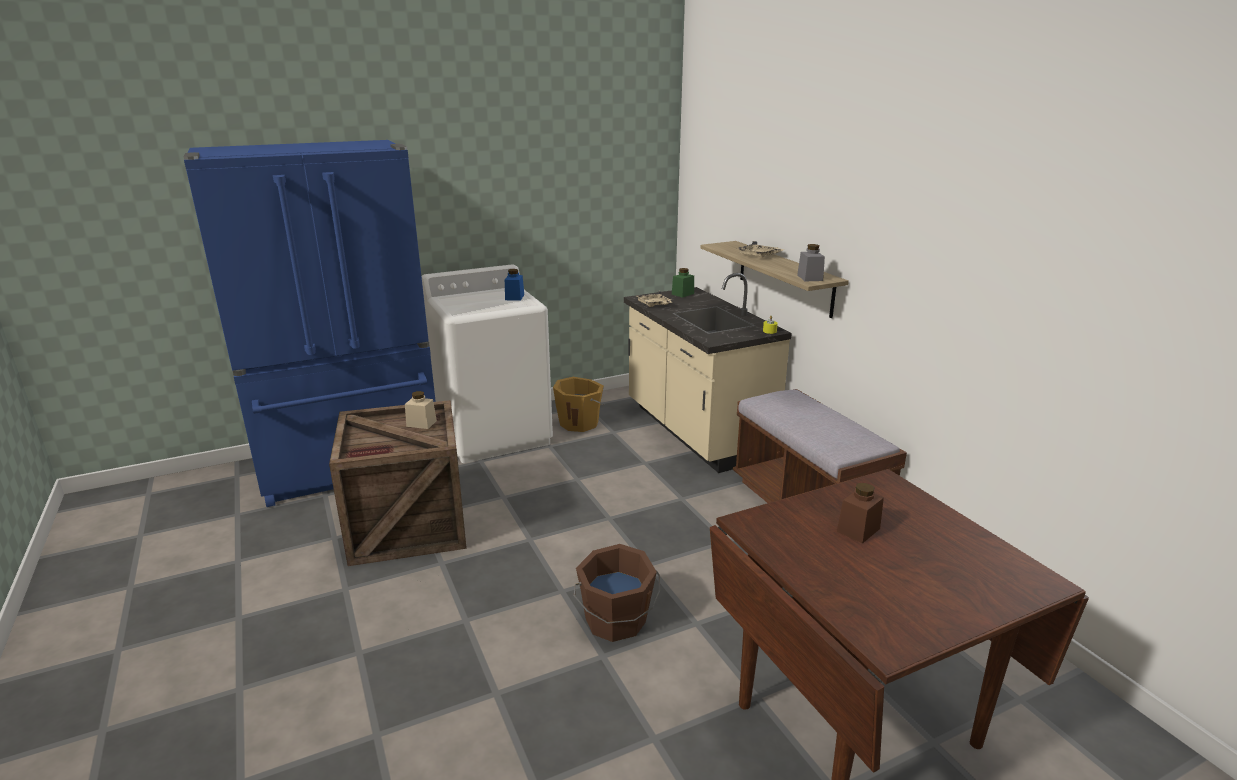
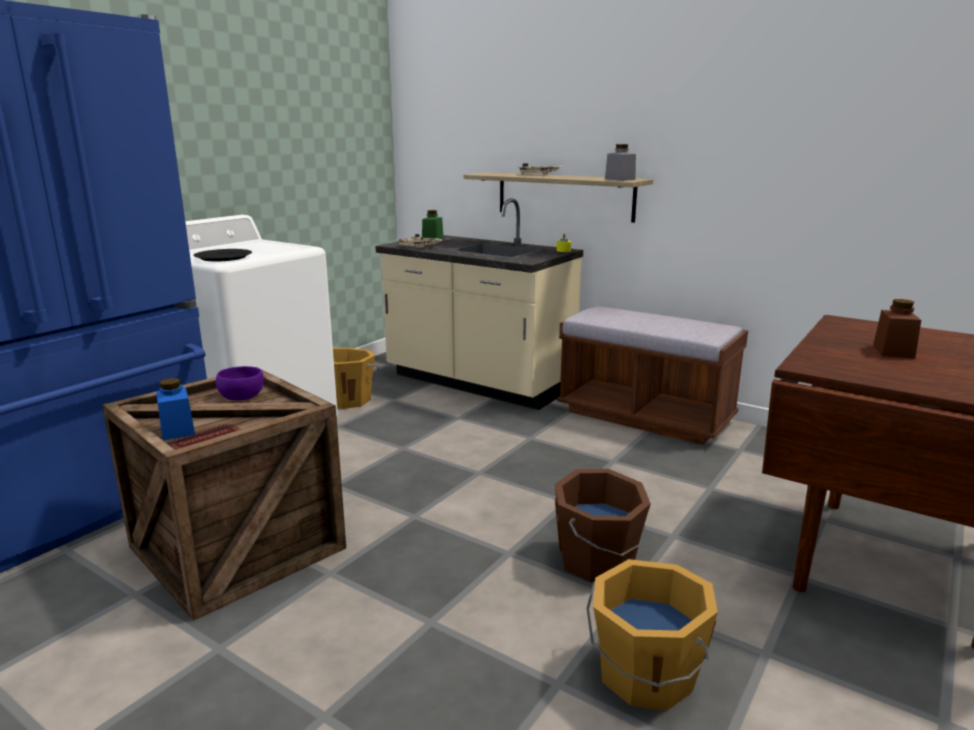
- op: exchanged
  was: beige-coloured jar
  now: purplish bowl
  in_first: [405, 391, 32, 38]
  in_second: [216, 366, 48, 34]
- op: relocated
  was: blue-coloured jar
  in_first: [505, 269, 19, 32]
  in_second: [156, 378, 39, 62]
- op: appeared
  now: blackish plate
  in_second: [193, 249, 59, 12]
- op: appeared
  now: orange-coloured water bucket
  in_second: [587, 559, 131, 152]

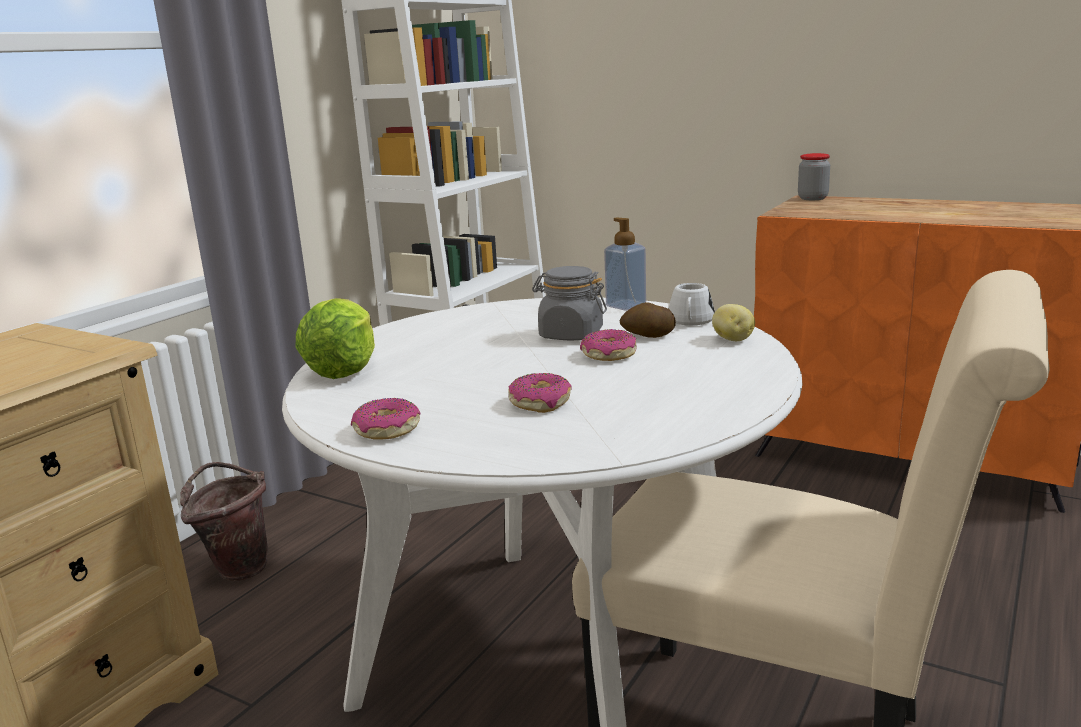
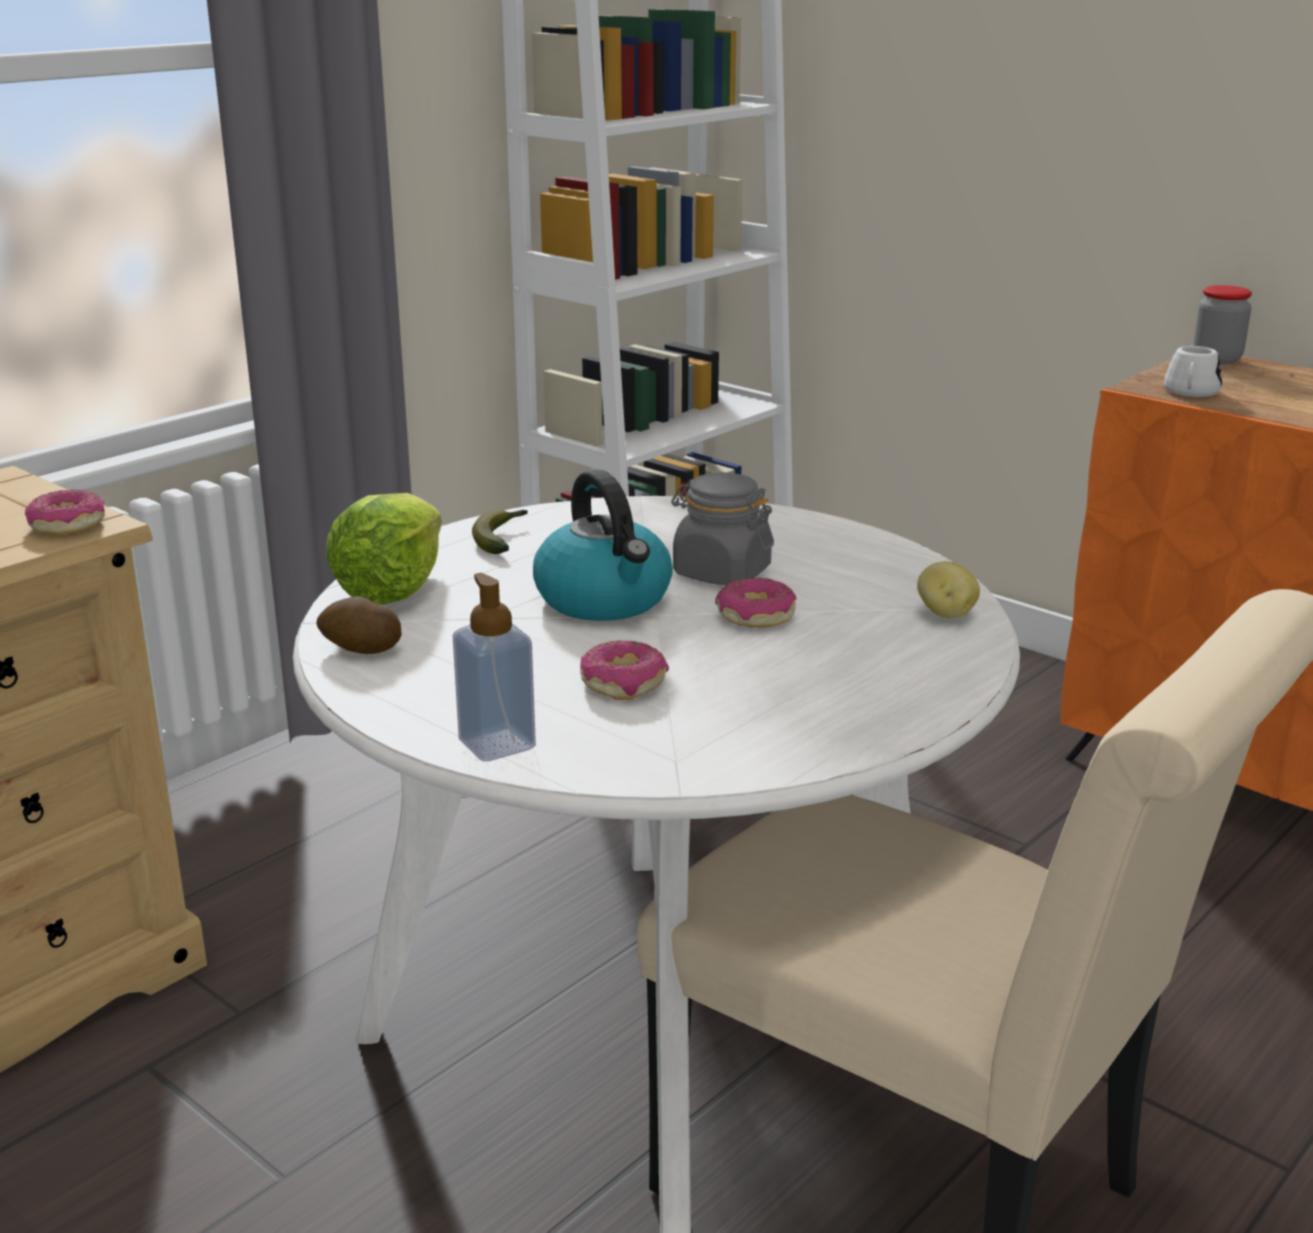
- op: missing
  was: brown water bucket
  in_first: [180, 462, 88, 119]
- op: relocated
  was: donut
  in_first: [351, 398, 70, 41]
  in_second: [25, 490, 80, 44]
- op: relocated
  was: soap bottle
  in_first: [604, 217, 42, 93]
  in_second: [452, 573, 84, 189]
- op: relocated
  was: potato
  in_first: [620, 302, 56, 36]
  in_second: [316, 596, 86, 58]
- op: relocated
  was: white coffee mug
  in_first: [668, 283, 47, 43]
  in_second: [1164, 346, 58, 51]
- op: appeared
  now: banana fruit
  in_second: [472, 510, 56, 44]
- op: appeared
  now: water kettle
  in_second: [533, 470, 140, 151]

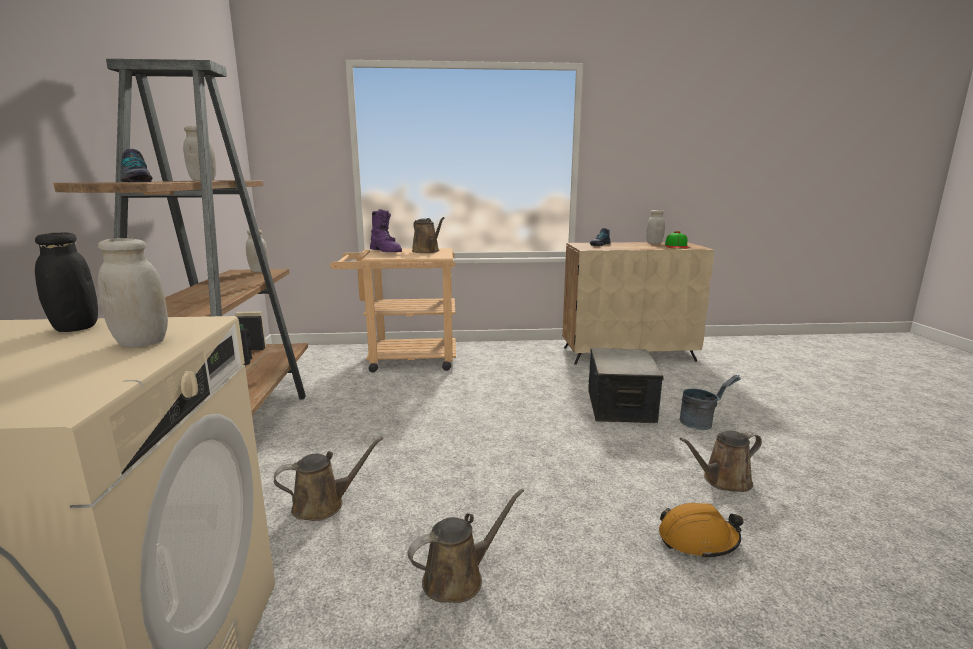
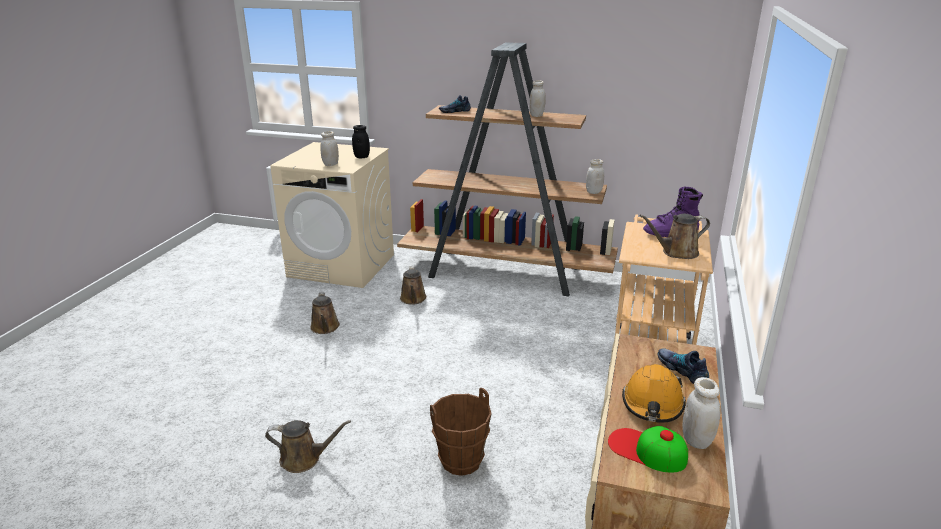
- op: exchanged
  was: storage container
  now: brown water bucket
  in_first: [588, 348, 76, 75]
  in_second: [430, 388, 62, 88]
- op: relocated
  was: orange-coloured safety helmet
  in_first: [659, 503, 85, 57]
  in_second: [622, 364, 64, 59]
- op: missing
  was: greyish water bucket
  in_first: [679, 375, 62, 55]
- op: spun
  was: brown watering pot
  in_first: [680, 430, 82, 62]
  in_second: [265, 420, 86, 53]
  clockwise: 90

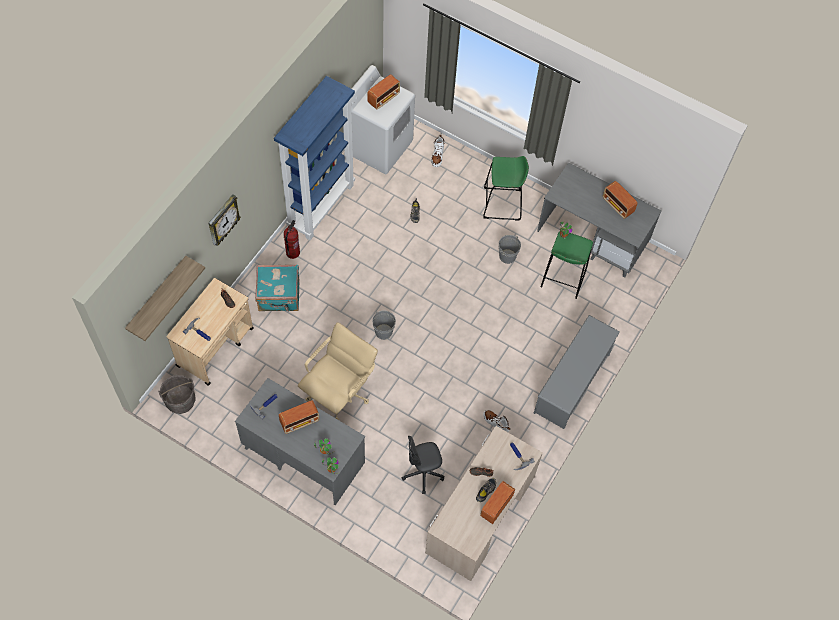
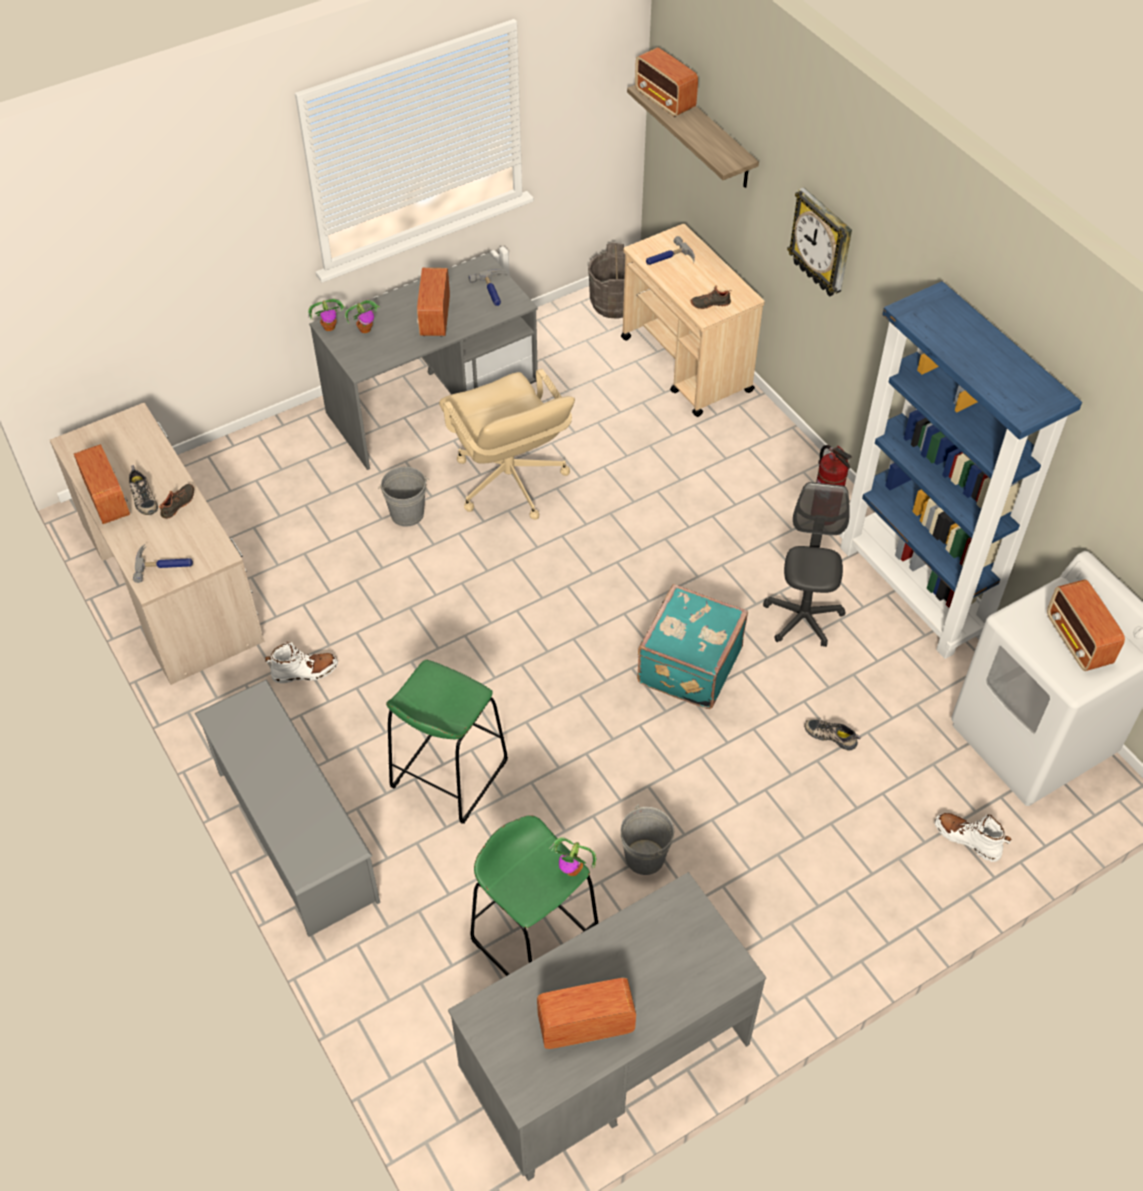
- op: relocated
  was: turquoise-coloured travel case
  in_first: [255, 265, 44, 46]
  in_second: [637, 584, 111, 125]
- op: relocated
  was: greyish water bucket
  in_first: [372, 310, 24, 30]
  in_second: [378, 467, 51, 60]
- op: relocated
  was: greyish desk chair
  in_first: [402, 436, 42, 58]
  in_second: [763, 482, 87, 165]
- op: relocated
  was: greenish sitting stool
  in_first: [483, 156, 46, 65]
  in_second: [386, 660, 122, 164]
- op: appeared
  now: radio set
  in_second: [635, 47, 63, 70]

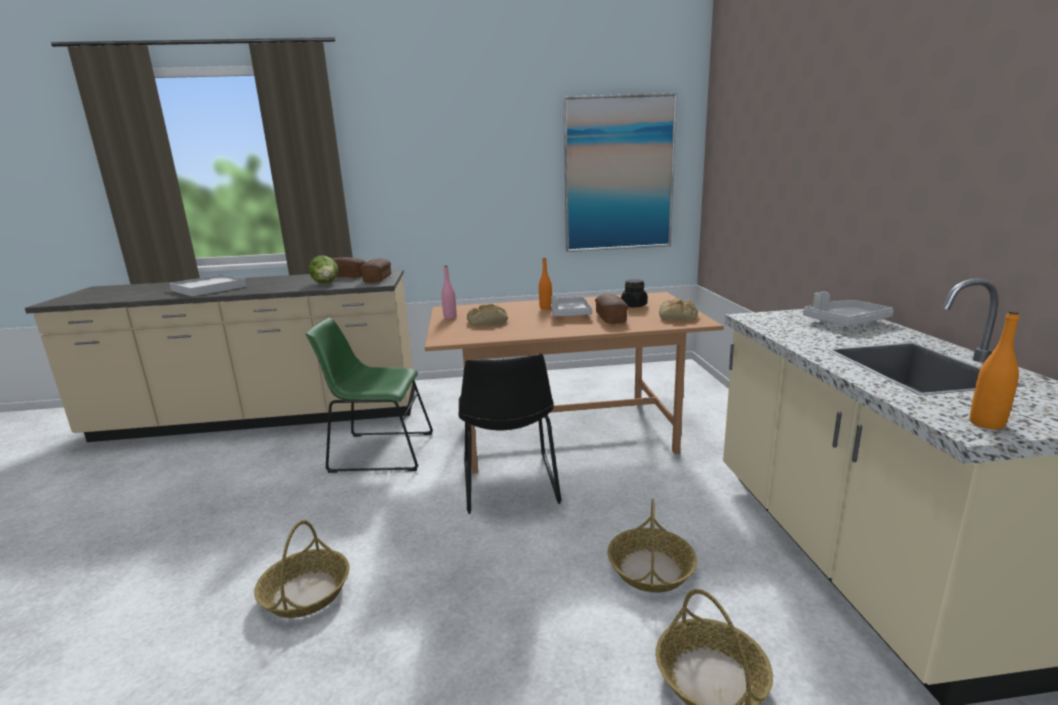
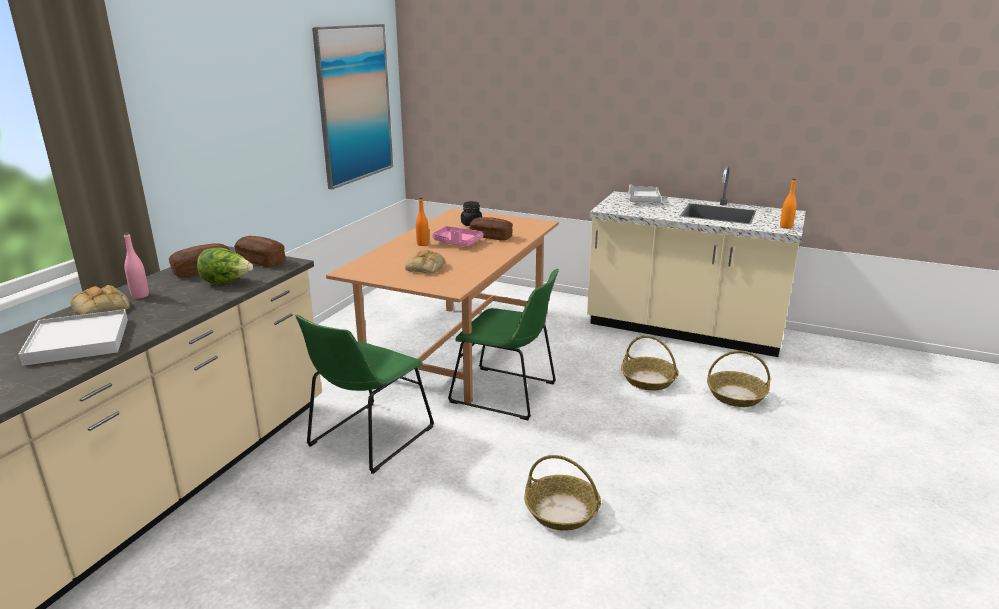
- op: relocated
  was: pinkish bottle
  in_first: [441, 266, 16, 53]
  in_second: [124, 232, 25, 67]
- op: colour
  was: blackish chair
  now: greenish chair
  in_first: [459, 354, 102, 160]
  in_second: [448, 269, 111, 151]
- op: colour
  was: greyish tray
  now: pinkish tray
  in_first: [551, 296, 41, 20]
  in_second: [432, 226, 51, 21]
- op: relocated
  was: bakery bread
  in_first: [659, 298, 39, 22]
  in_second: [70, 285, 60, 30]

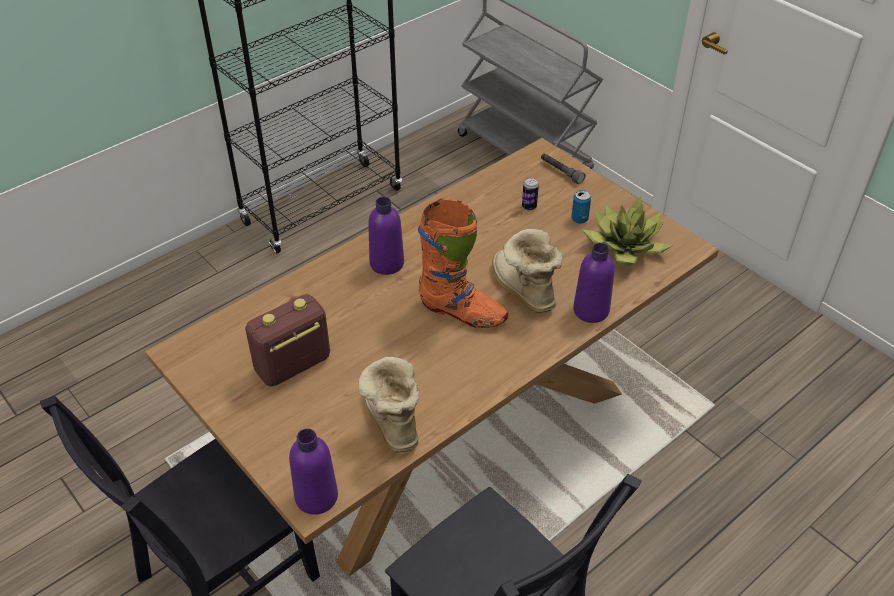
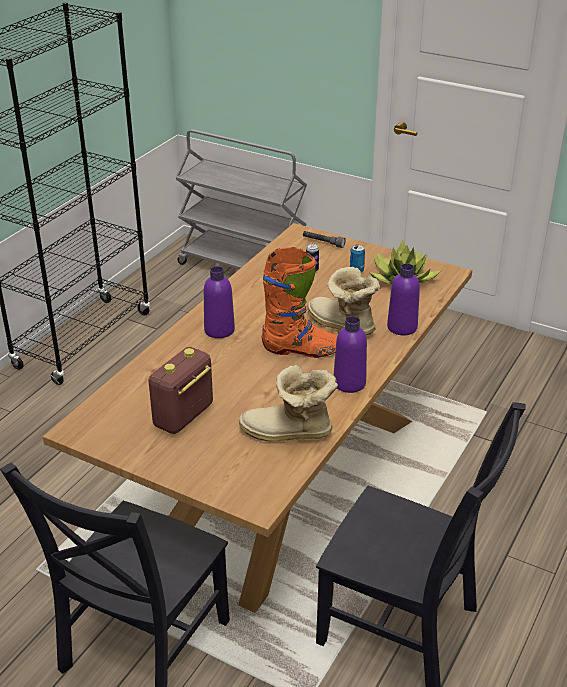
- op: relocated
  was: purplish bottle
  in_first: [289, 429, 49, 86]
  in_second: [334, 316, 33, 77]
- op: spun
  was: tall boot
  in_first: [359, 357, 60, 95]
  in_second: [239, 365, 99, 77]
  clockwise: -45

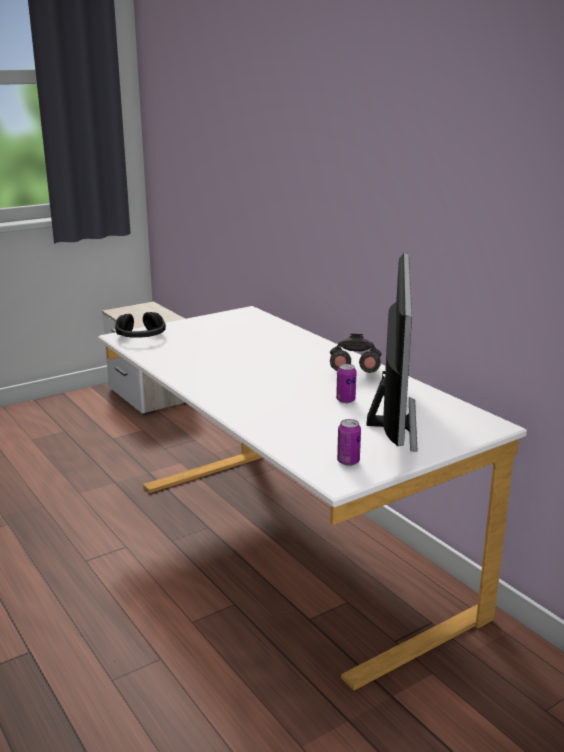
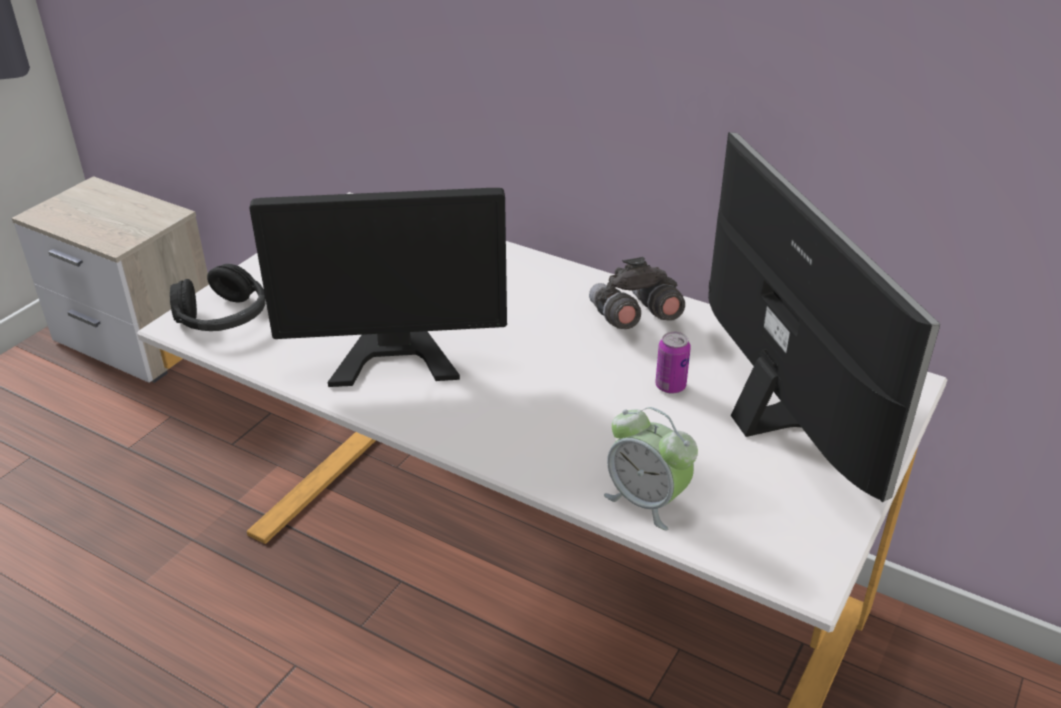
- op: missing
  was: metal can
  in_first: [337, 419, 24, 47]
- op: appeared
  now: monitor
  in_second: [249, 188, 258, 199]
- op: appeared
  now: table clock
  in_second: [604, 407, 94, 124]

